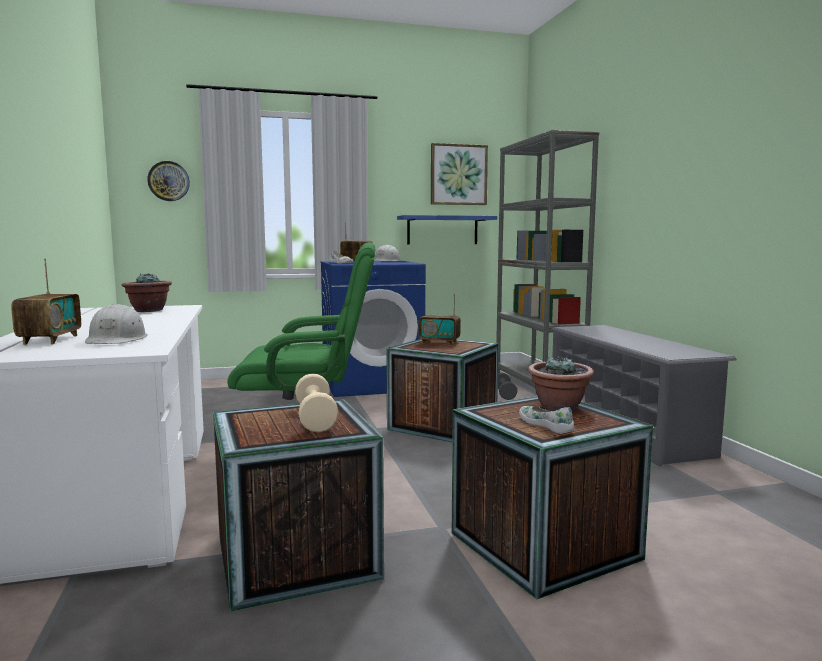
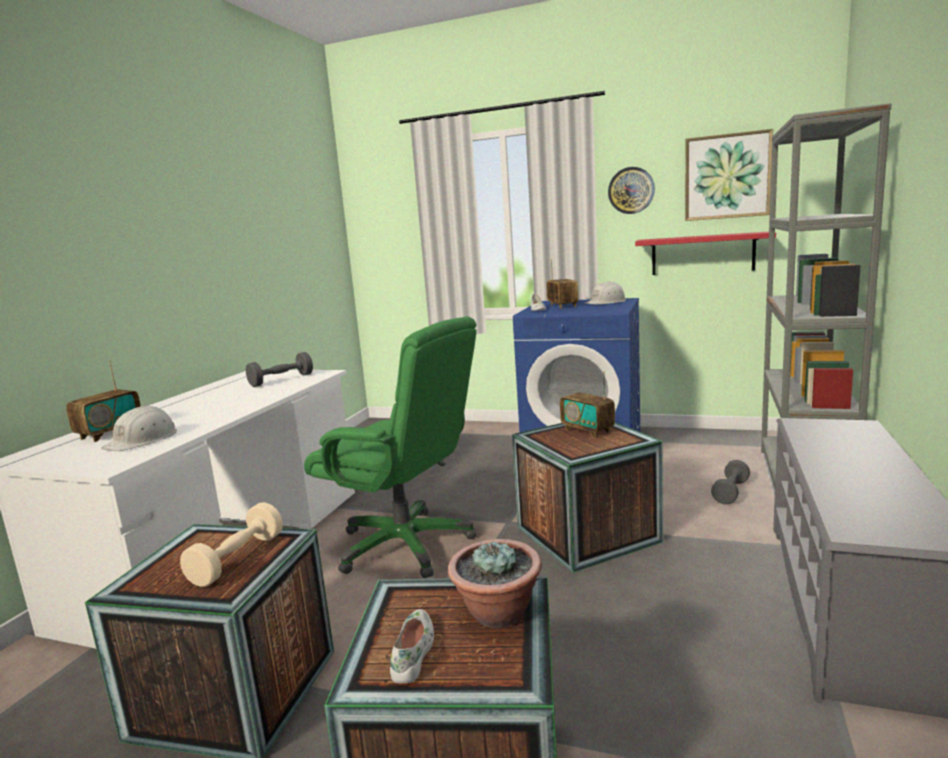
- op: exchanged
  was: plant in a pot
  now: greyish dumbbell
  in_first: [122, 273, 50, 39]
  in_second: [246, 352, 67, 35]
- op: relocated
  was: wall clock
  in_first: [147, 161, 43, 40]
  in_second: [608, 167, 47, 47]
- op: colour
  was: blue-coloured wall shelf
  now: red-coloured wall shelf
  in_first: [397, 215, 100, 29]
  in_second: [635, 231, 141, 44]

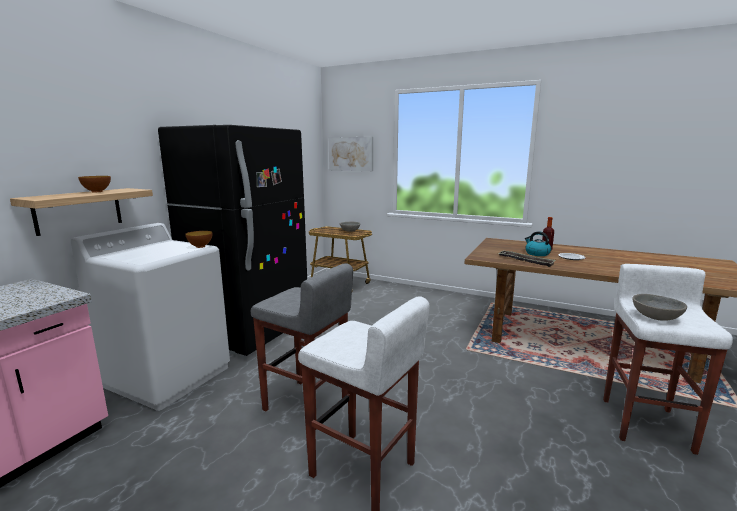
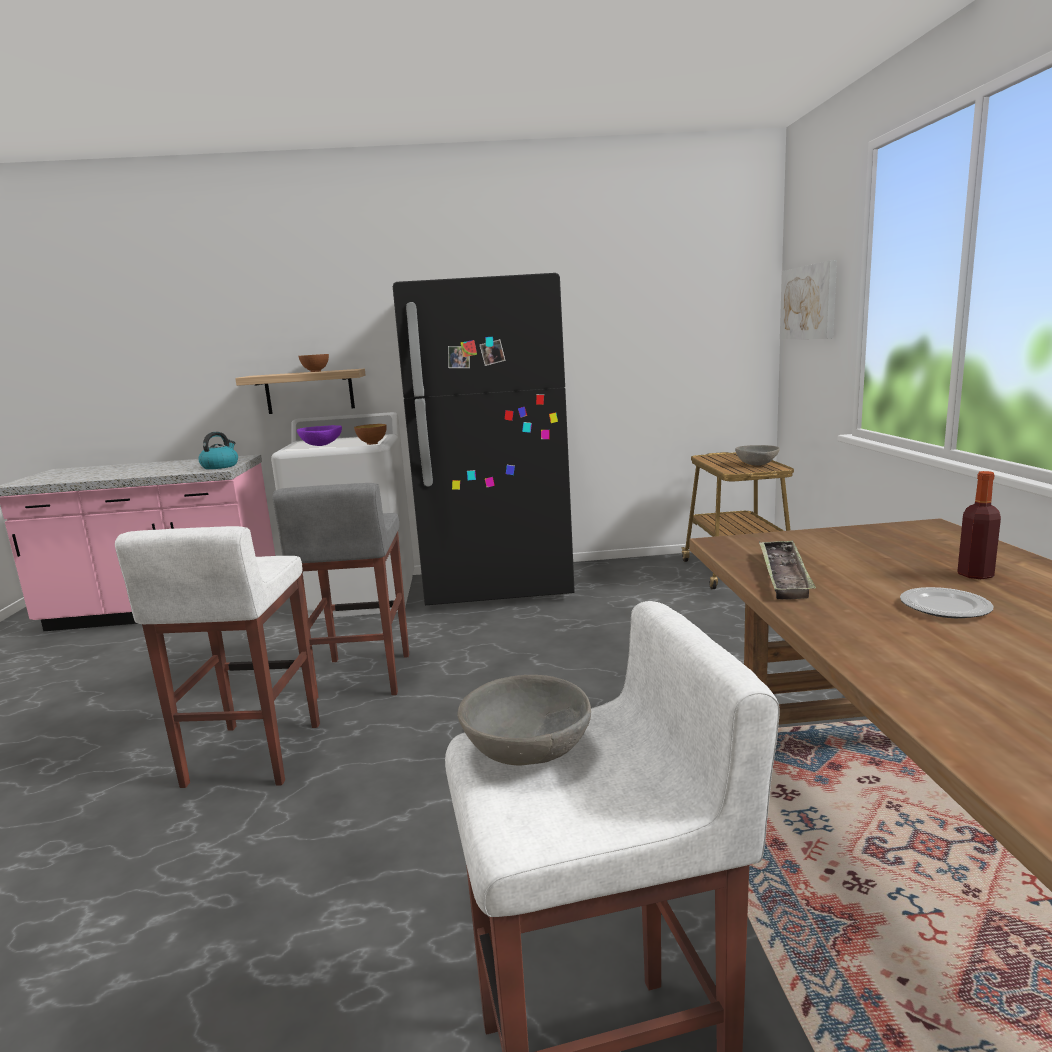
- op: relocated
  was: water kettle
  in_first: [525, 231, 26, 25]
  in_second: [198, 432, 40, 37]
- op: appeared
  now: purplish bowl
  in_second: [297, 425, 45, 21]

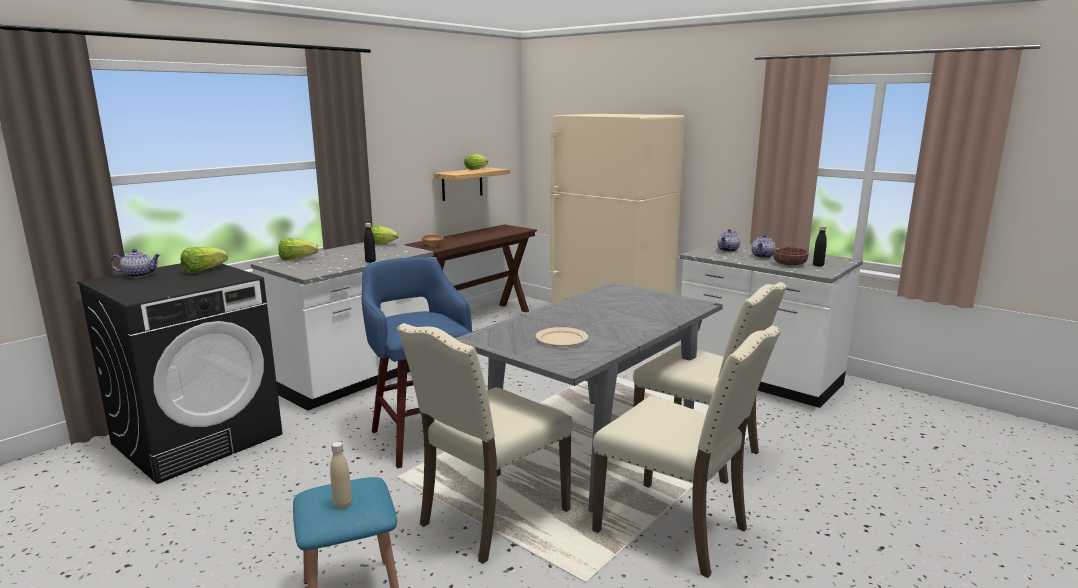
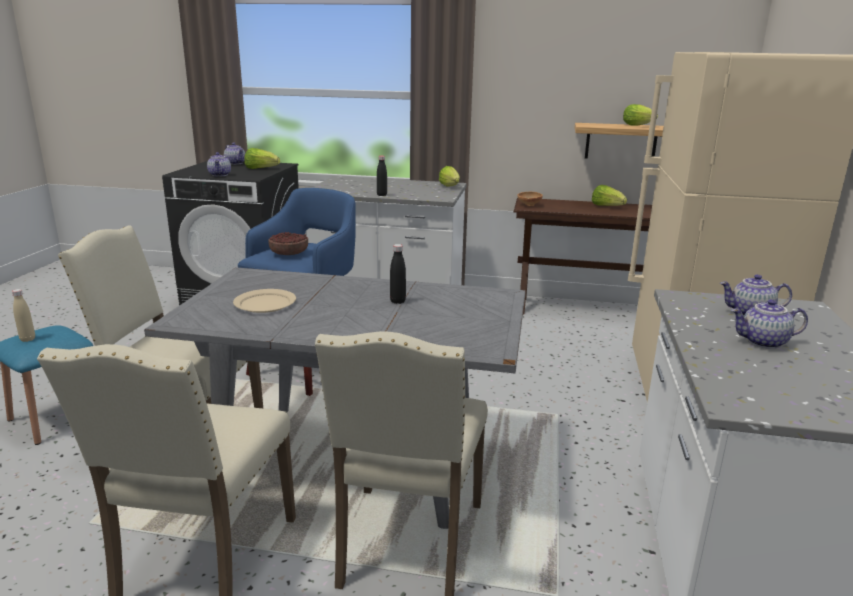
- op: relocated
  was: lettuce head
  in_first: [278, 238, 40, 22]
  in_second: [592, 185, 35, 21]
- op: relocated
  was: bowl
  in_first: [773, 246, 35, 20]
  in_second: [268, 232, 40, 23]
- op: relocated
  was: blackish bottle
  in_first: [813, 226, 14, 41]
  in_second: [390, 244, 16, 60]
- op: appeared
  now: teapot
  in_second: [207, 152, 24, 25]

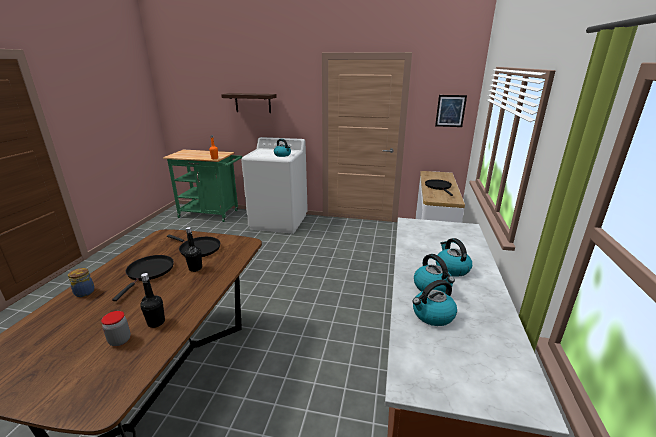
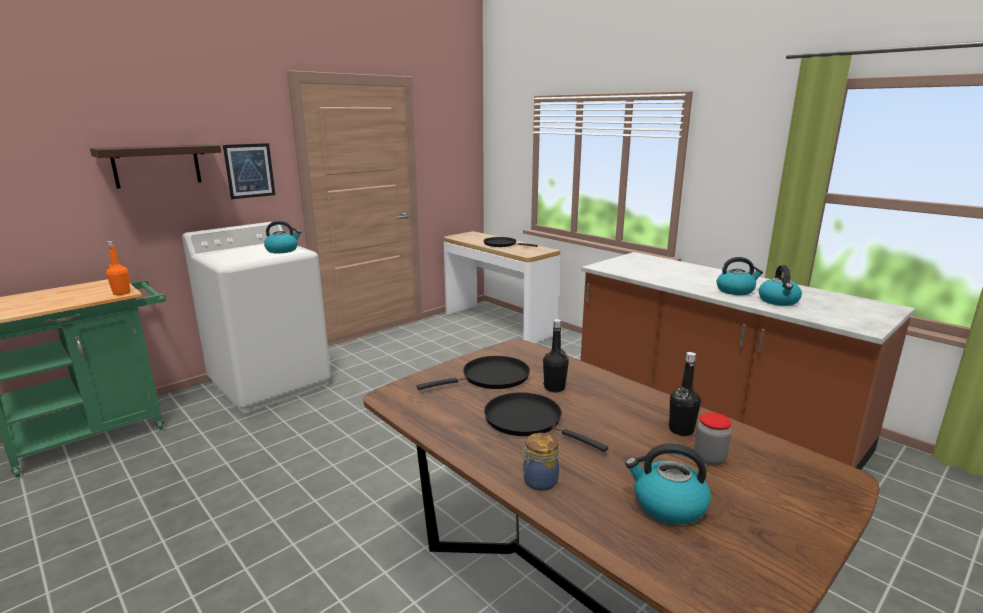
- op: relocated
  was: picture
  in_first: [435, 95, 32, 32]
  in_second: [223, 143, 52, 56]
- op: relocated
  was: water kettle
  in_first: [436, 238, 36, 39]
  in_second: [625, 443, 86, 82]

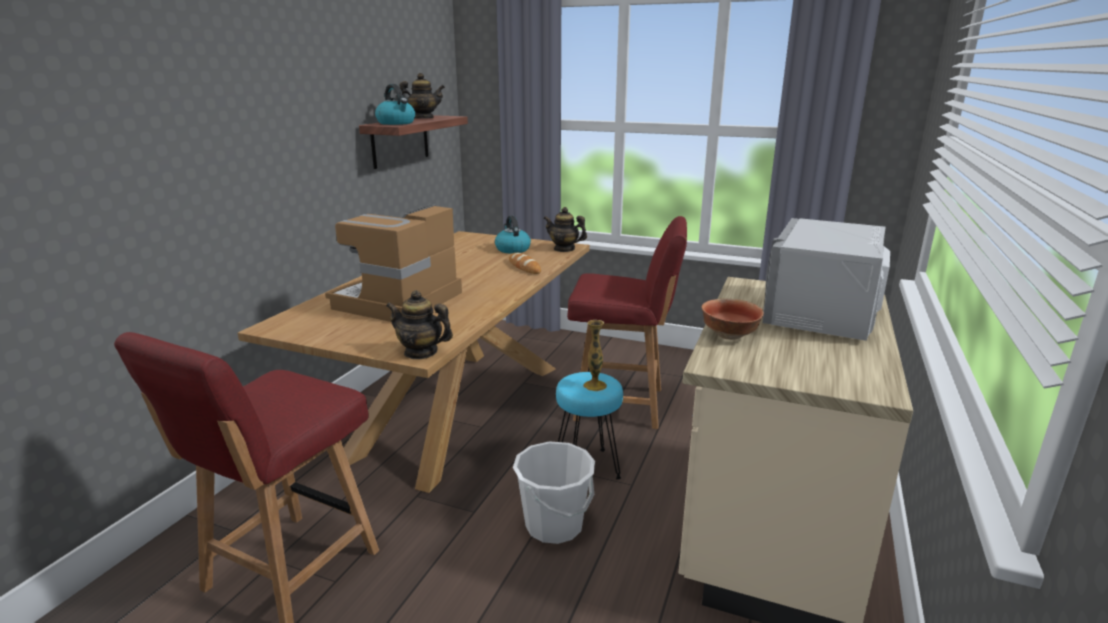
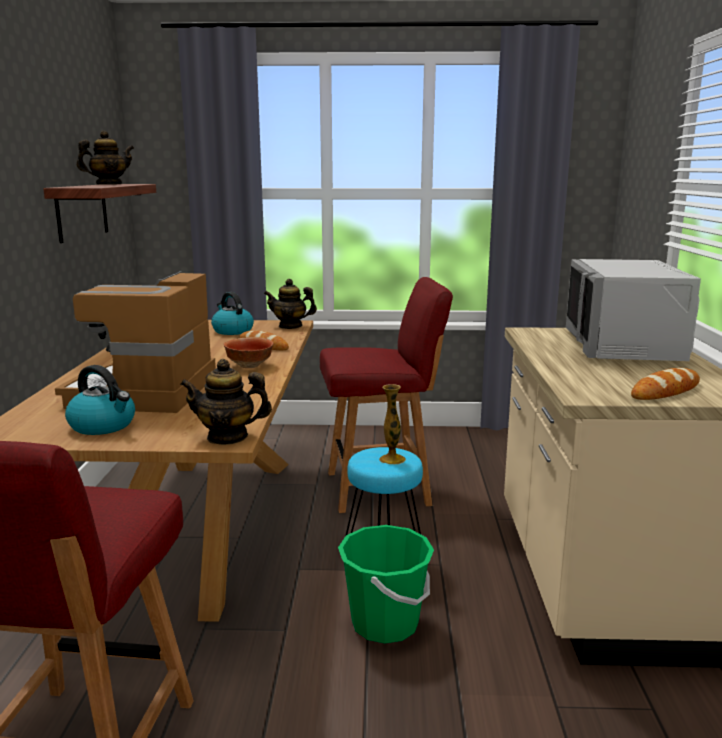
- op: relocated
  was: water kettle
  in_first: [375, 84, 40, 41]
  in_second: [65, 365, 70, 70]
- op: colour
  was: white water bucket
  now: greenish water bucket
  in_first: [513, 441, 82, 103]
  in_second: [338, 525, 96, 118]
- op: relocated
  was: bowl
  in_first: [701, 299, 63, 41]
  in_second: [223, 337, 50, 31]
- op: appeared
  now: bakery bread
  in_second: [631, 368, 69, 32]

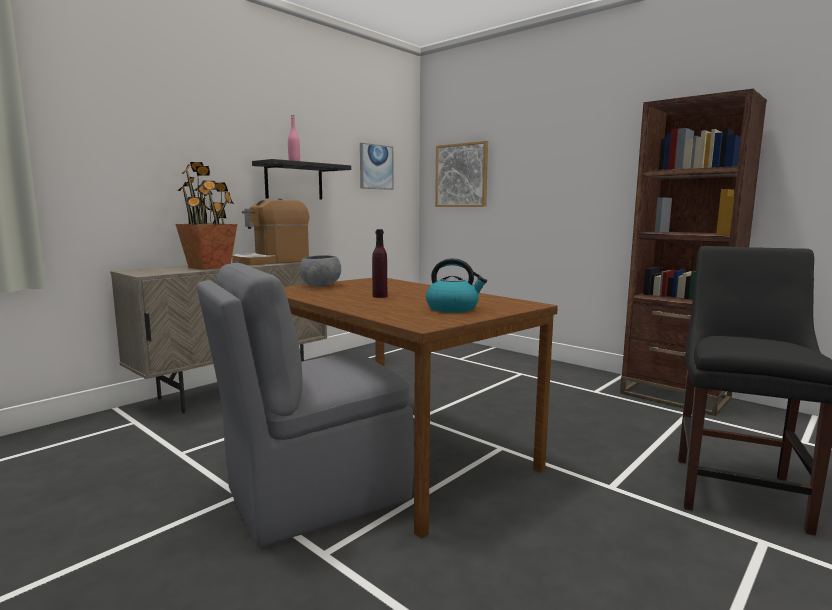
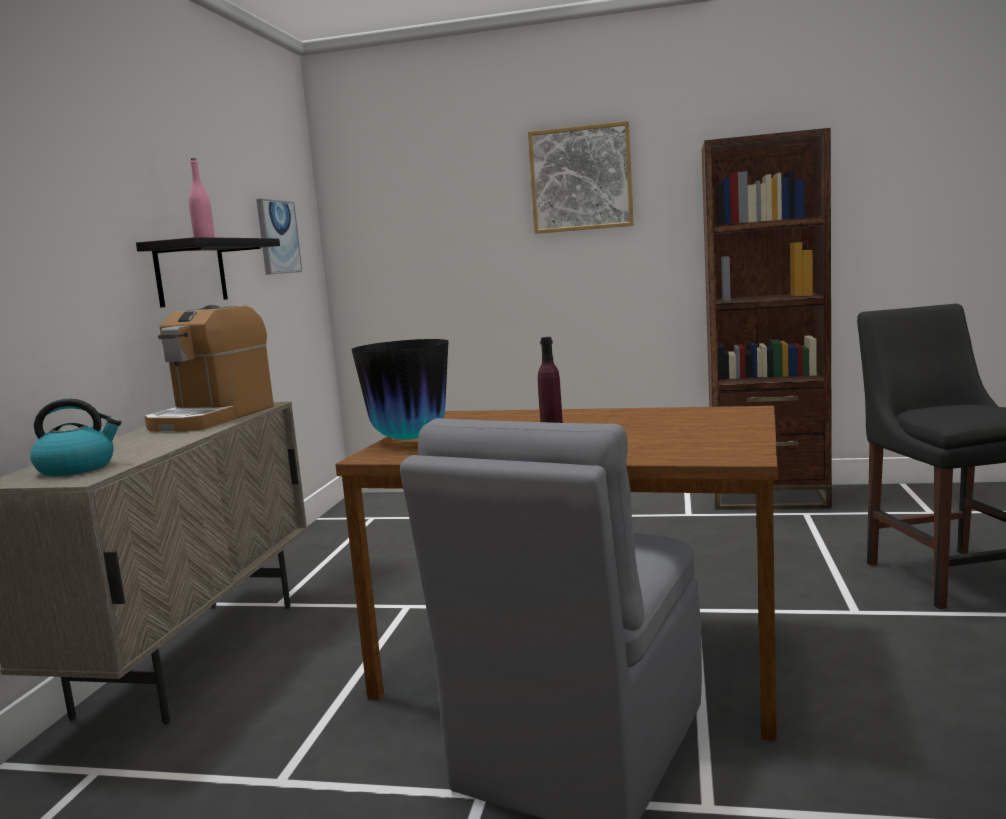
- op: missing
  was: plant in a pot
  in_first: [176, 162, 61, 108]
- op: exchanged
  was: greyish bowl
  now: decorative vase
  in_first: [299, 255, 42, 32]
  in_second: [351, 339, 97, 101]
- op: relocated
  was: water kettle
  in_first: [426, 258, 61, 55]
  in_second: [30, 399, 92, 77]
- op: relocated
  was: picture
  in_first: [435, 141, 53, 66]
  in_second: [528, 121, 106, 113]

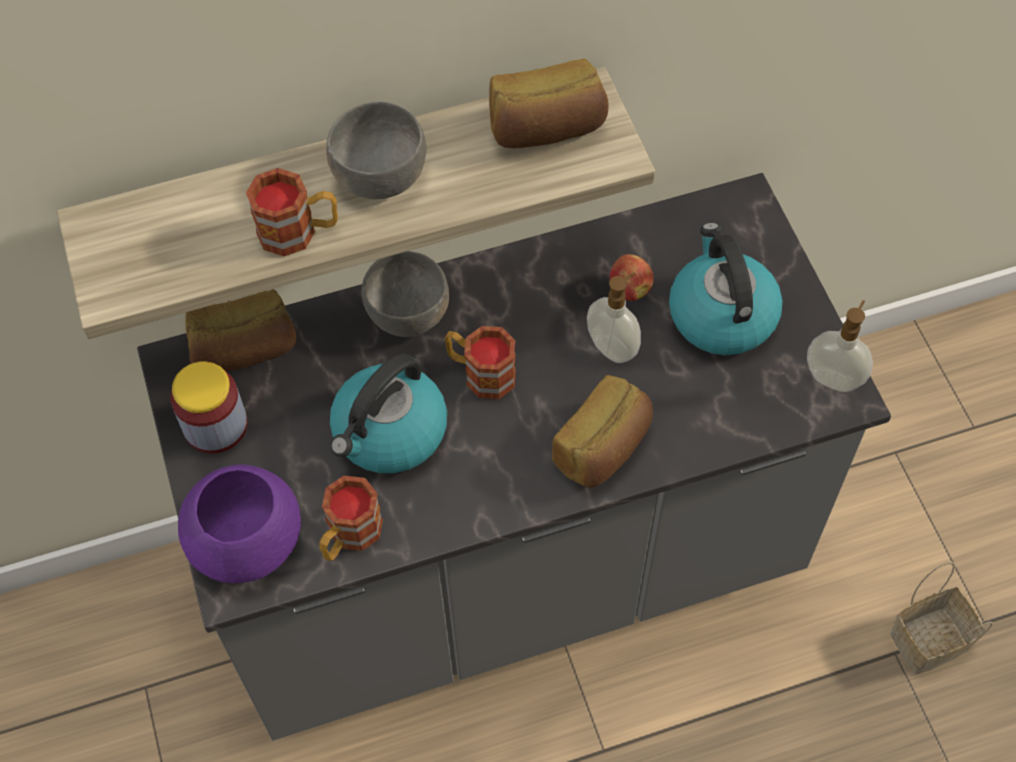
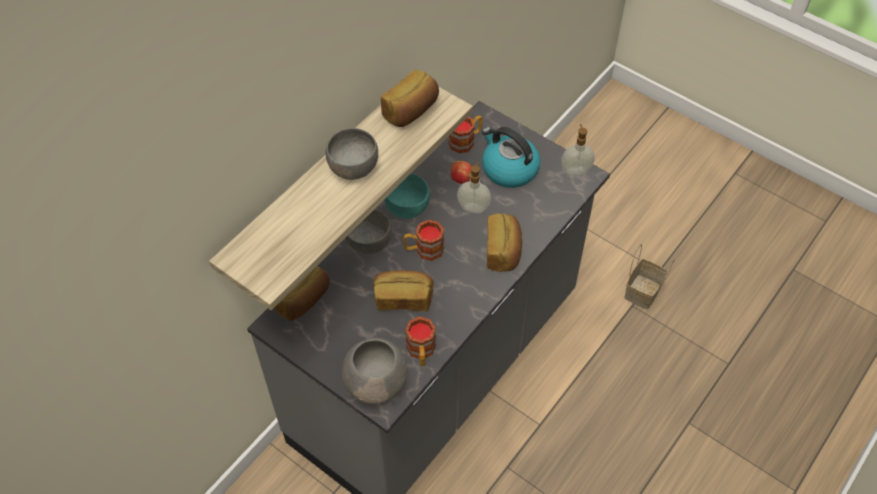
- op: missing
  was: jar
  in_first: [170, 361, 77, 92]
- op: colour
  was: purplish bowl
  now: greyish bowl
  in_first: [178, 465, 123, 118]
  in_second: [342, 338, 65, 66]
- op: relocated
  was: coffee mug
  in_first: [246, 168, 92, 89]
  in_second: [448, 115, 34, 38]
- op: exchanged
  was: water kettle
  now: bakery bread
  in_first: [330, 354, 117, 119]
  in_second: [373, 270, 61, 41]
- op: appeared
  now: turquoise-coloured bowl
  in_second: [384, 173, 46, 46]

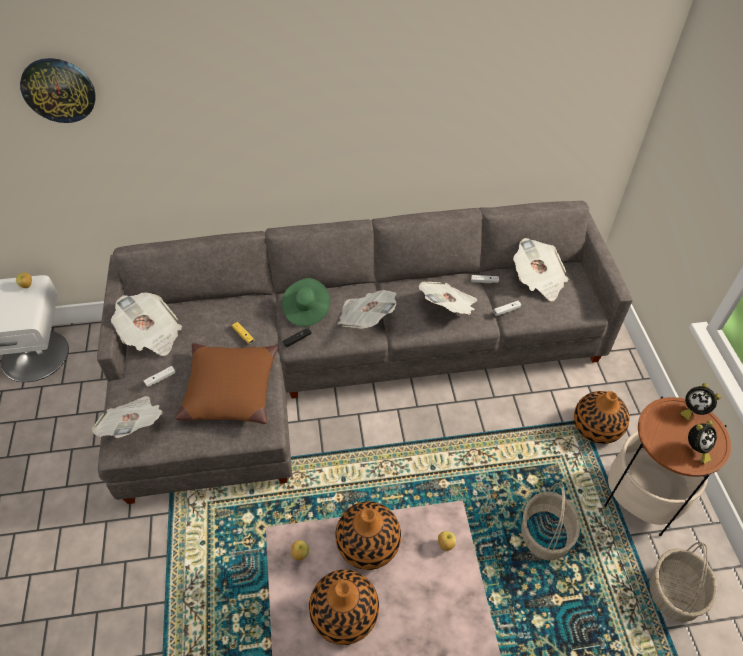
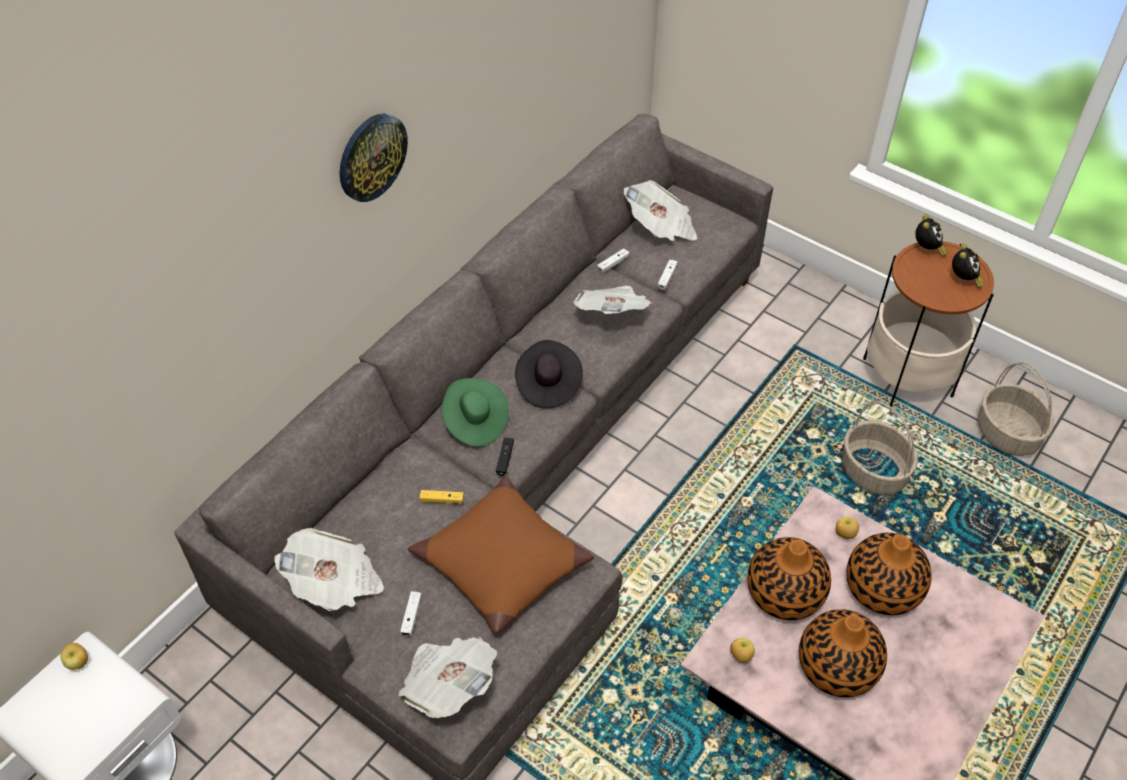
- op: relocated
  was: wall clock
  in_first: [20, 58, 76, 65]
  in_second: [339, 113, 69, 89]
- op: exchanged
  was: printed paper
  now: blackish wearable hat
  in_first: [337, 290, 60, 39]
  in_second: [515, 340, 68, 69]
- op: relocated
  was: decorative vase
  in_first: [574, 391, 55, 53]
  in_second: [846, 533, 86, 82]
- op: spun
  was: table clock
  in_first: [680, 383, 41, 37]
  in_second: [915, 214, 32, 42]
  clockwise: -75

